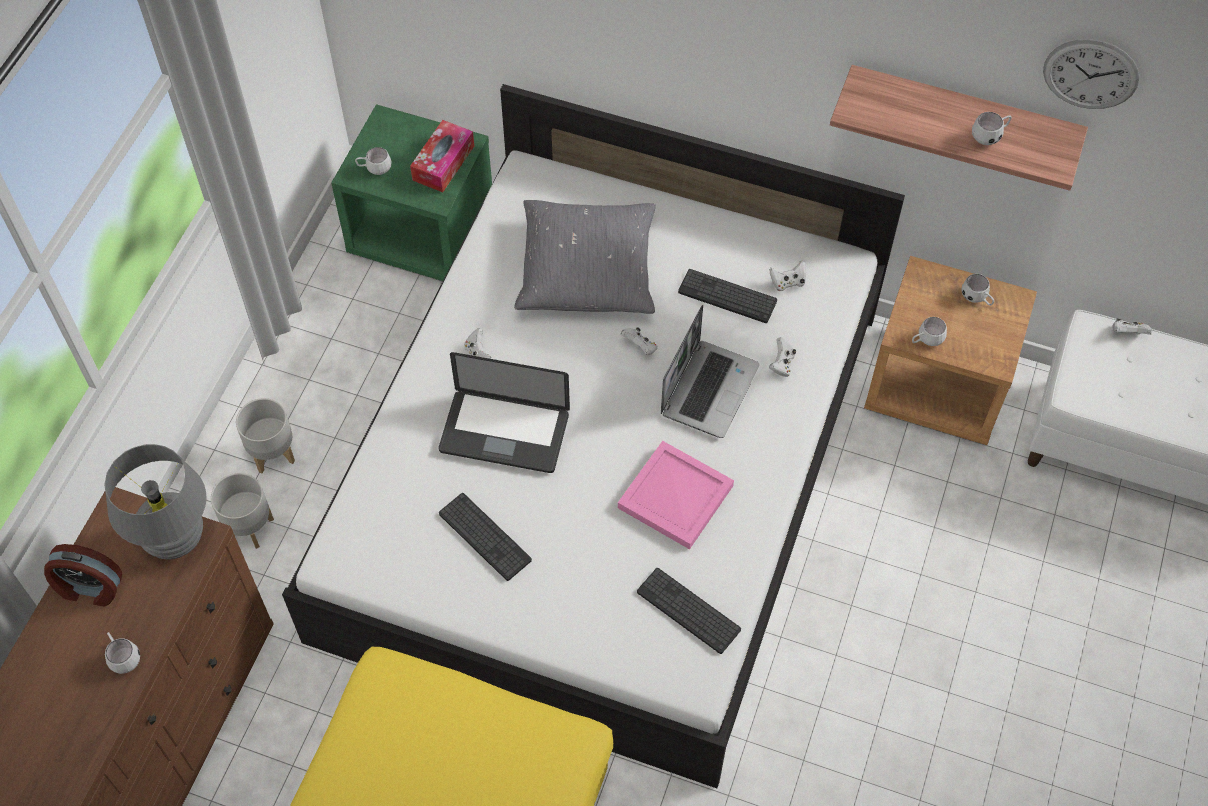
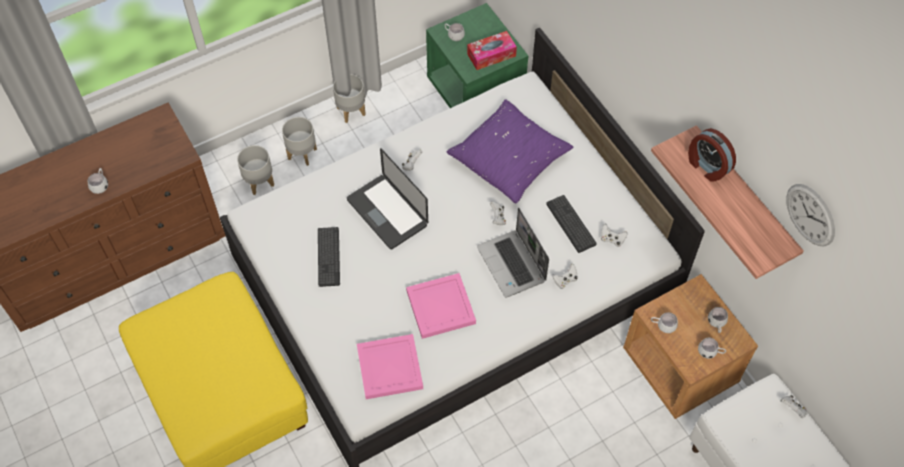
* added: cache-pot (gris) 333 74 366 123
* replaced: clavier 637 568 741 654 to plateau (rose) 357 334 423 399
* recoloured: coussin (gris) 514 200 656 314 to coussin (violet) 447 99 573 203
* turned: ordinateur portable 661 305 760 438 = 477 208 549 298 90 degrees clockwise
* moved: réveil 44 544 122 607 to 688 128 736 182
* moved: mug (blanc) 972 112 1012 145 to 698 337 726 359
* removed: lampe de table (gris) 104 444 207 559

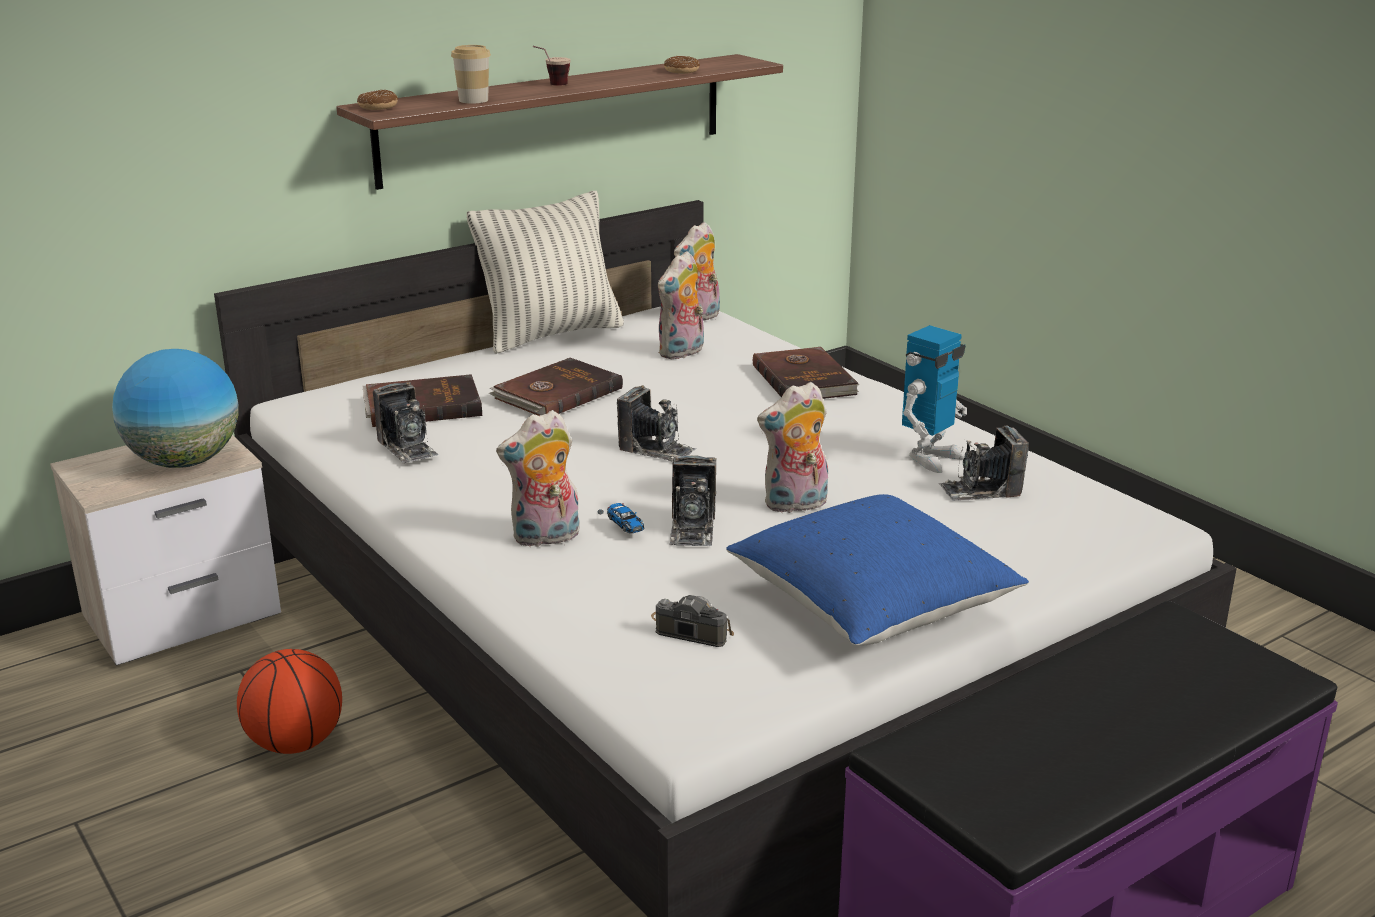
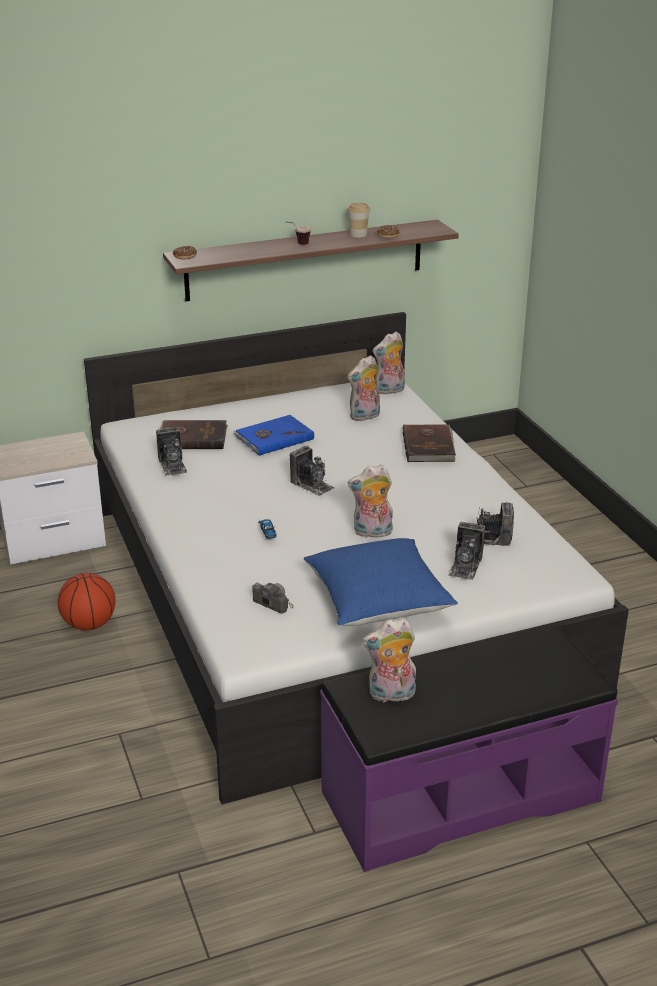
* recoloured: livre (marron) 489 358 623 416 to livre (bleu) 233 415 314 456
* moved: tasse 451 45 491 104 to 347 203 370 238
* moved: peluche 496 410 580 548 to 362 618 416 702
* moved: appareil photo 669 455 717 546 to 448 522 486 580
* removed: globe 112 349 239 468
* removed: coussin 467 191 624 354
* removed: robot jouet 902 325 967 473

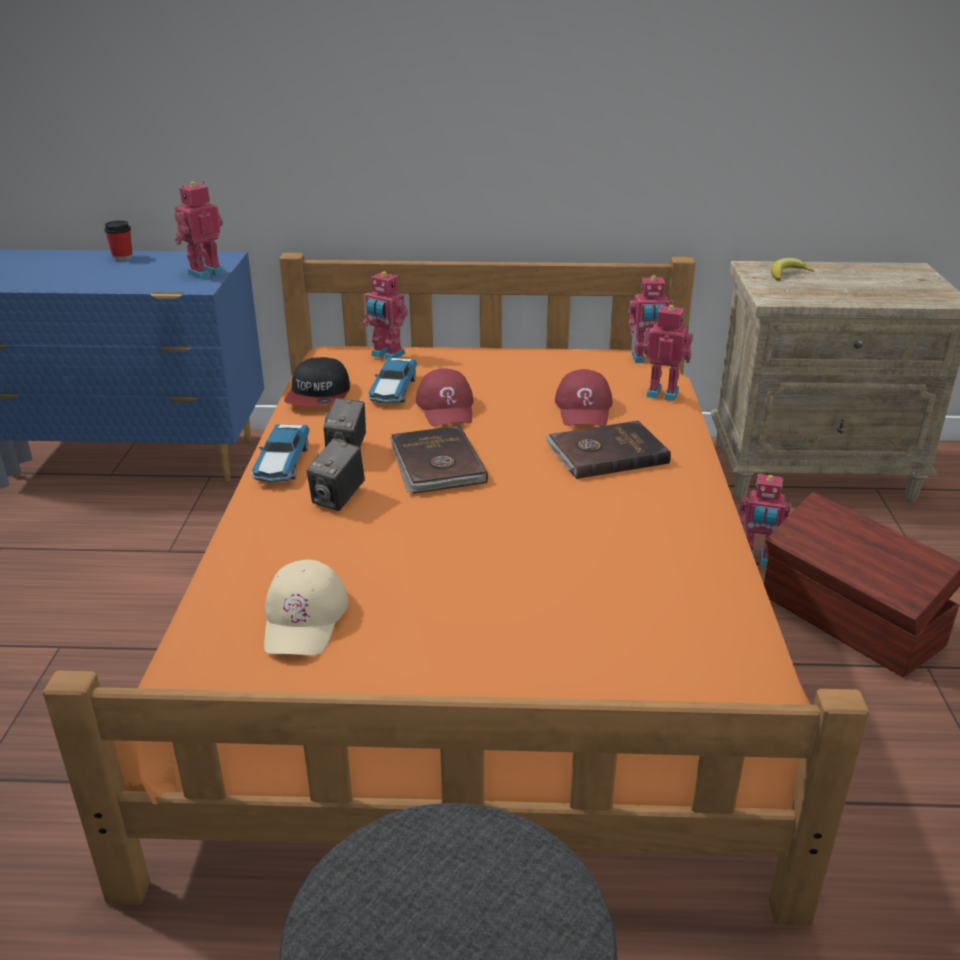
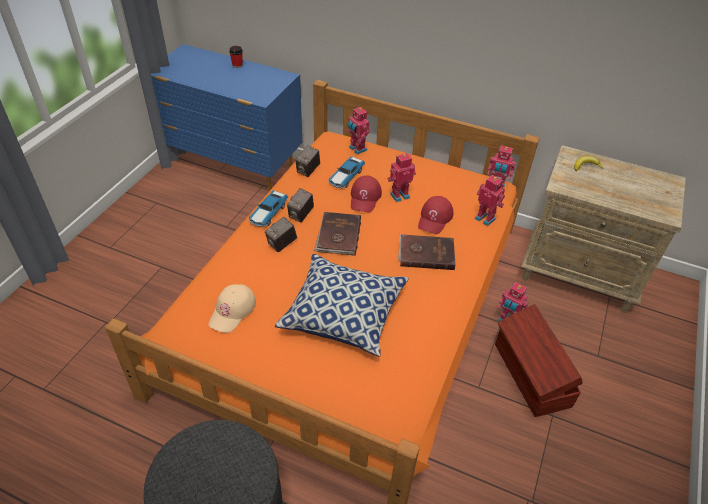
* added: coussin 275 254 409 356
* replaced: casquette 284 357 350 406 to appareil photo 295 145 320 177
* moved: robot jouet 175 181 225 279 to 388 153 416 202

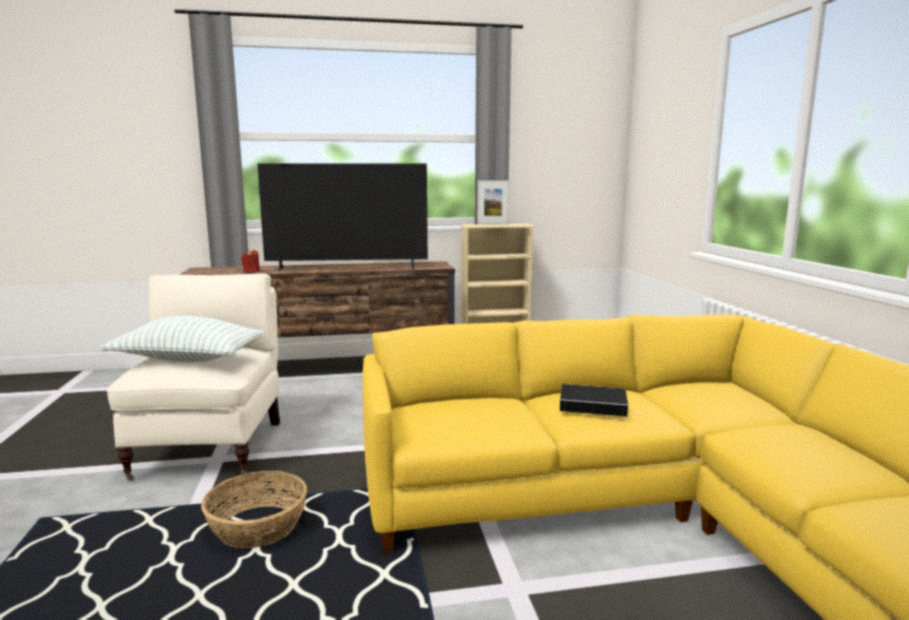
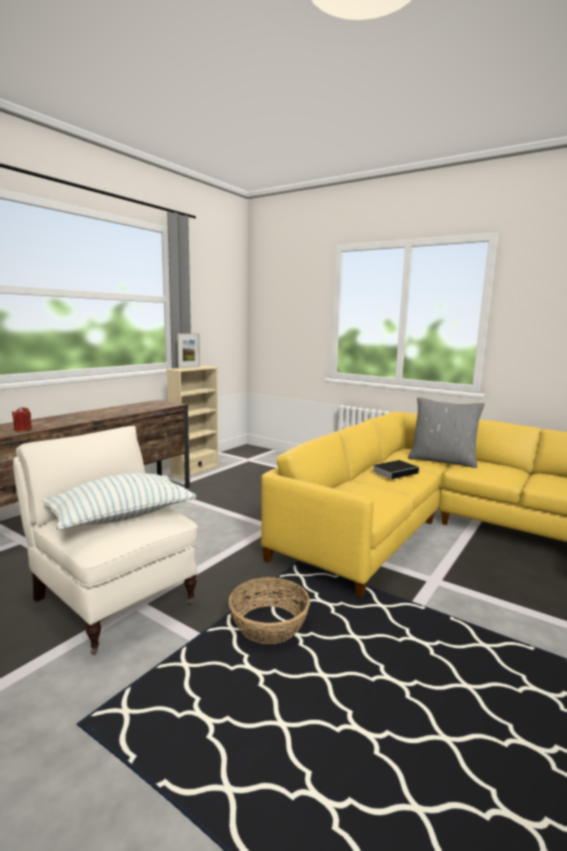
* added: coussin (gris) 408 397 485 468
* removed: téléviseur 257 163 428 271

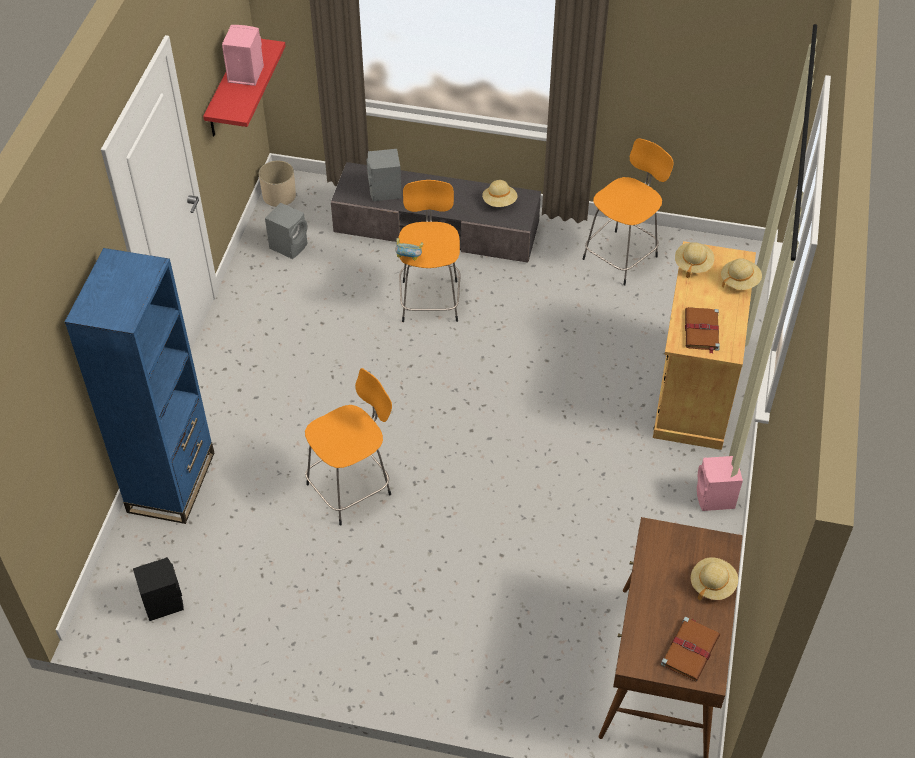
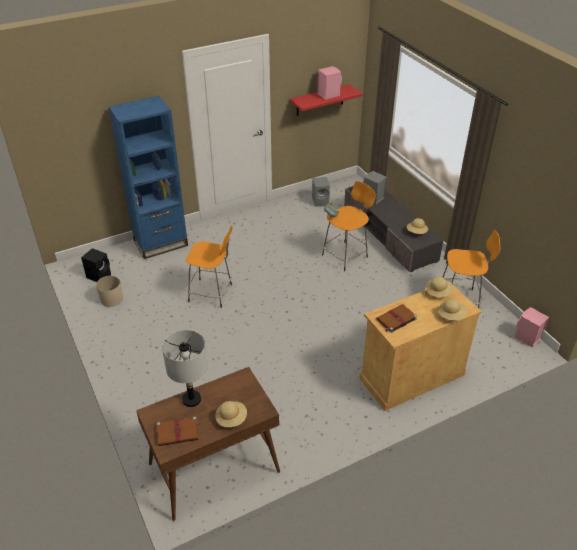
* moved: cache-pot (beige) 259 161 296 207 to 96 276 123 307
* added: lampe de table (gris) 162 330 208 407
* moved: enceinte (rose) 697 456 743 511 to 515 307 549 347

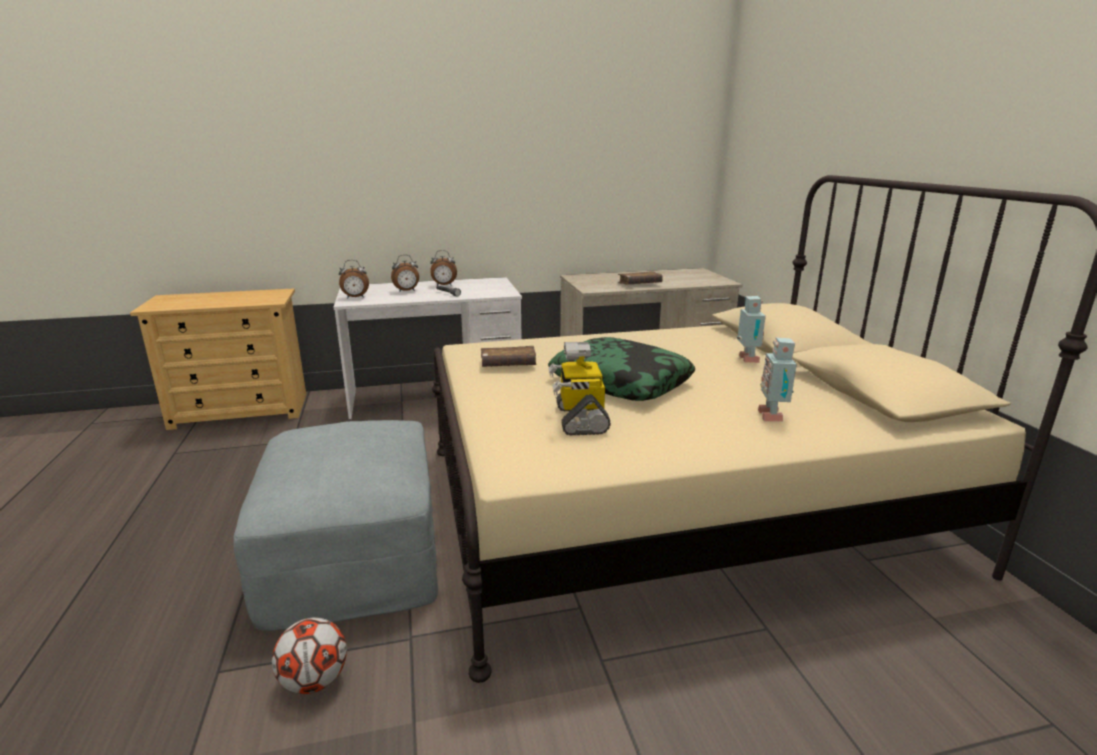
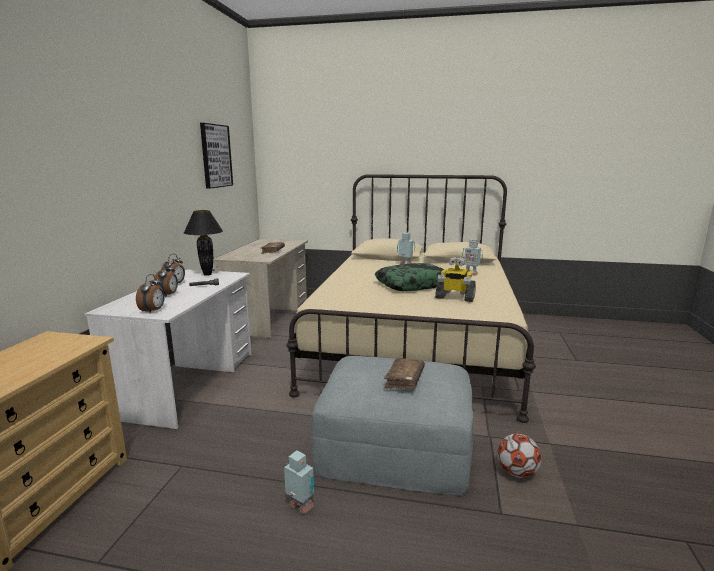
* added: lampe de table (noir) 184 210 223 276
* added: tableau 200 123 233 189
* added: robot jouet 284 450 314 514
* moved: livre (marron) 481 346 537 367 to 384 358 425 389

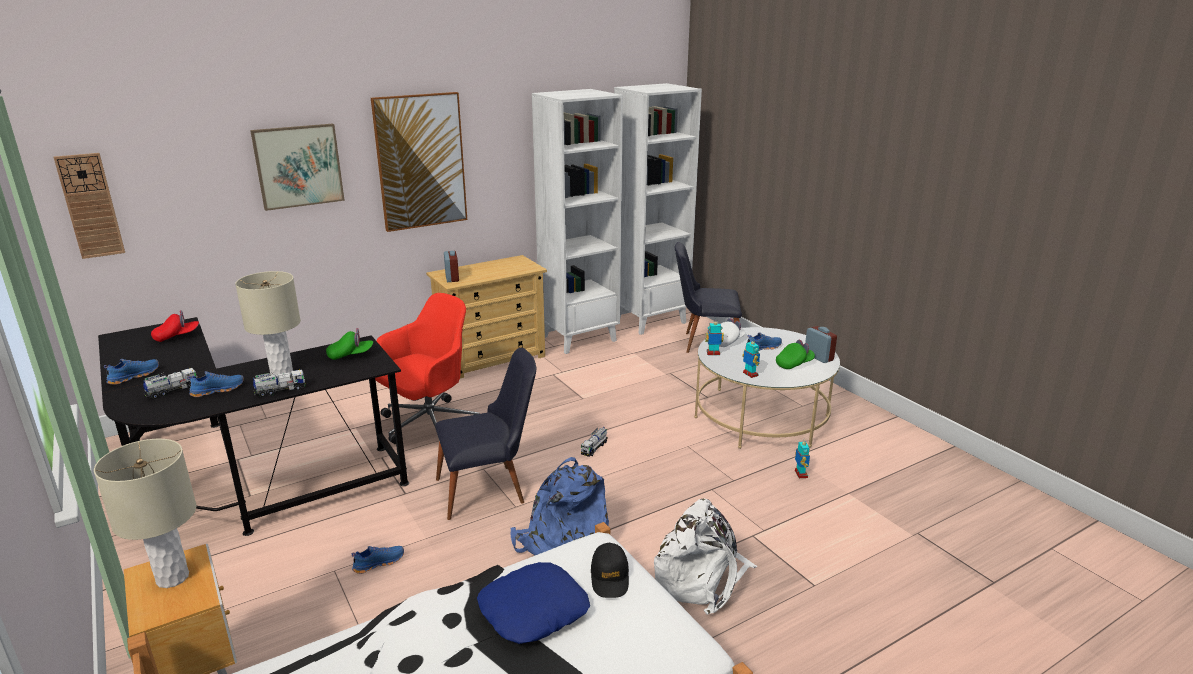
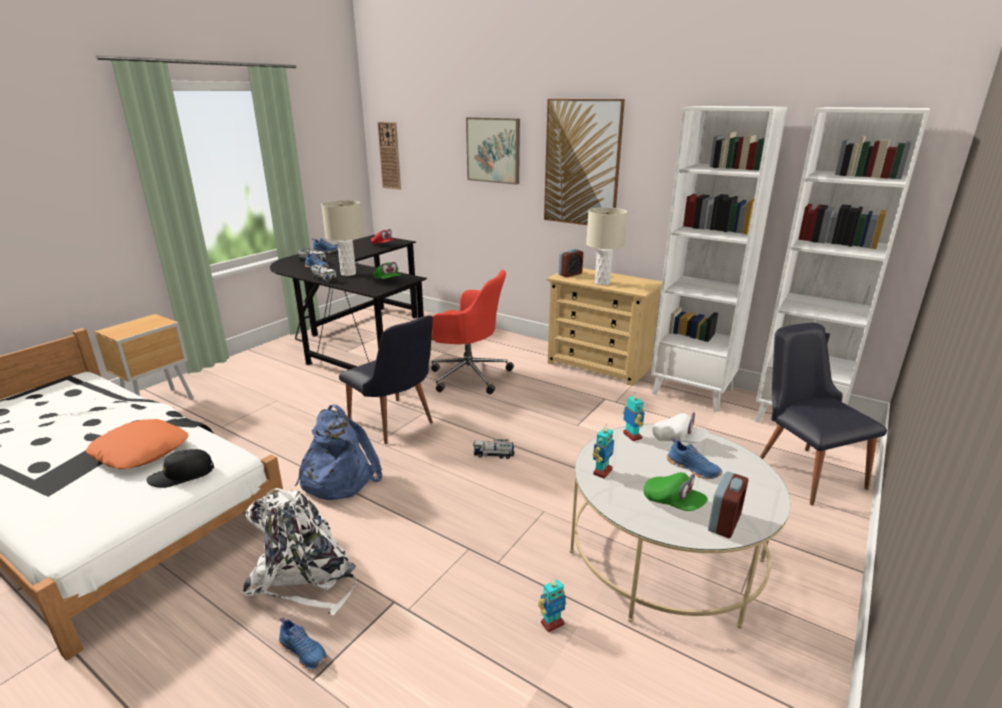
* recoloured: coussin (bleu) 477 562 590 644 to coussin (orange) 86 419 188 469
* moved: chaussure (bleu) 352 546 404 574 to 279 617 327 670
* moved: lampe de table (beige) 94 439 197 588 to 586 207 627 285

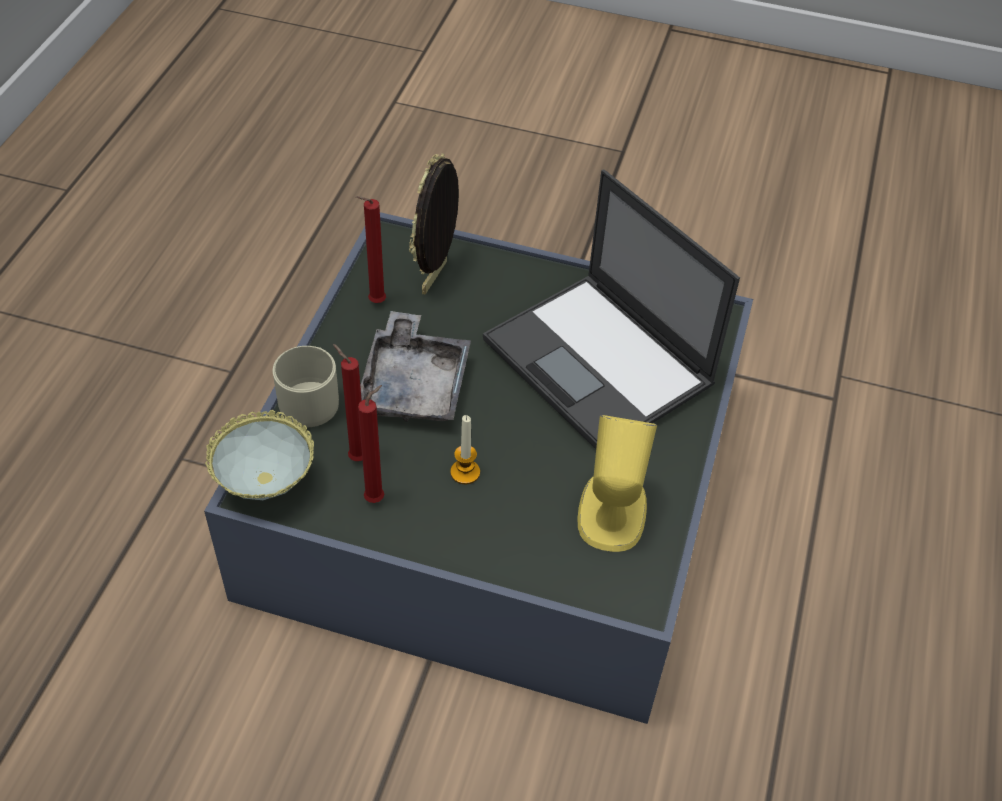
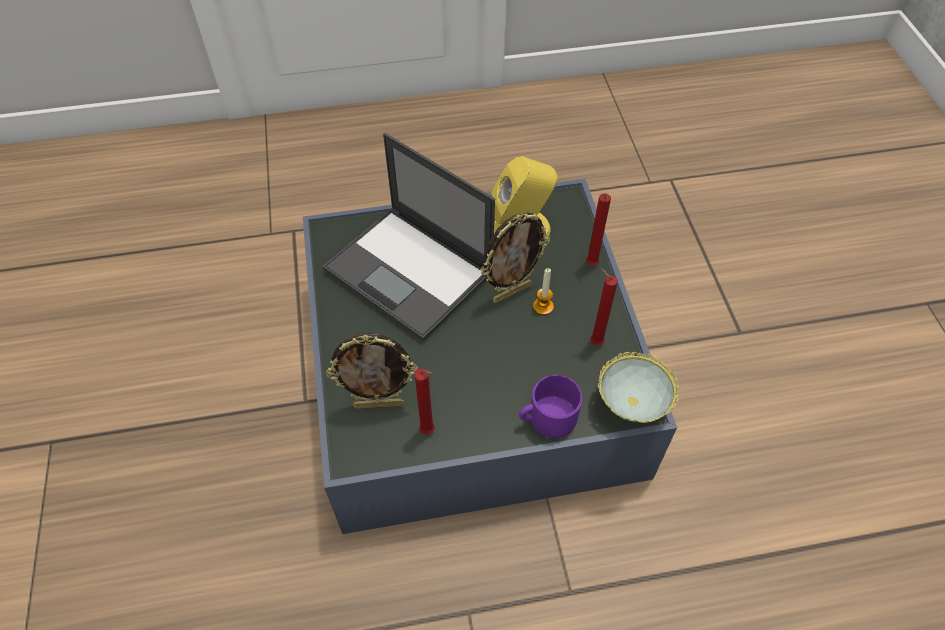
* turned: ordinateur portable 483 170 740 449 = 323 133 495 341 105 degrees clockwise
* added: cadre photo 481 212 550 303
* recoloured: mug (beige) 273 346 339 427 to mug (violet) 519 375 582 438
* moved: bougie (rouge) 333 344 363 461 to 586 193 611 265
* removed: plateau (gris) 360 311 471 422

